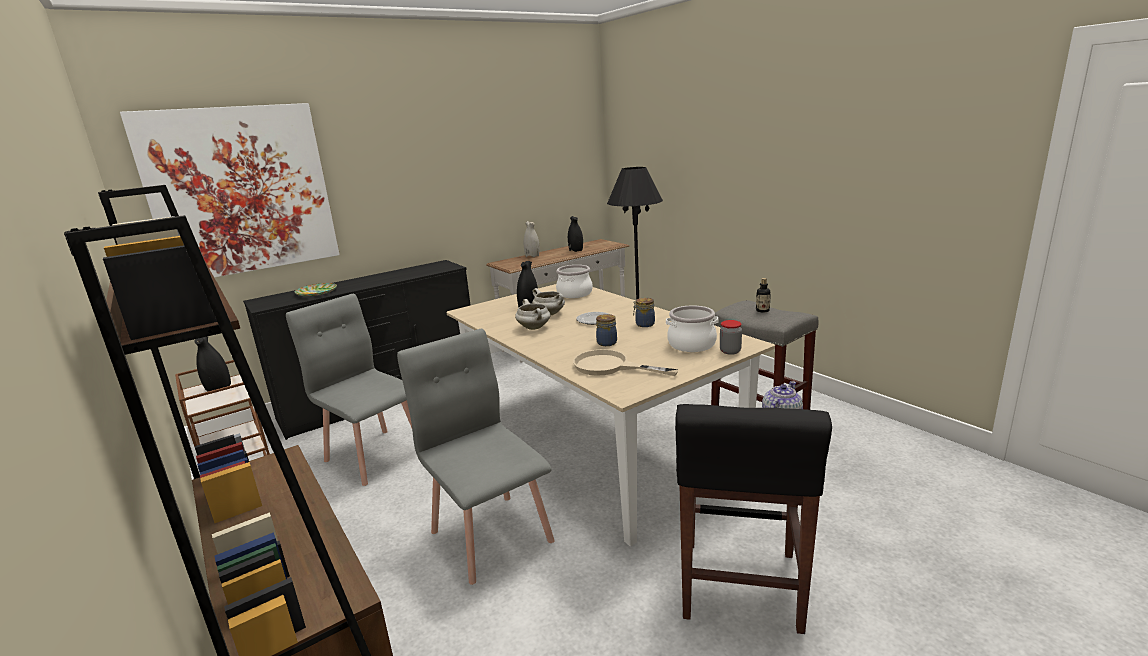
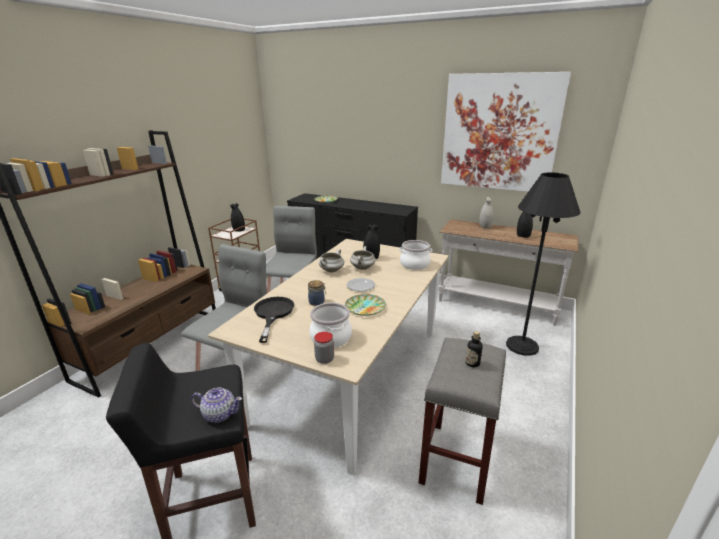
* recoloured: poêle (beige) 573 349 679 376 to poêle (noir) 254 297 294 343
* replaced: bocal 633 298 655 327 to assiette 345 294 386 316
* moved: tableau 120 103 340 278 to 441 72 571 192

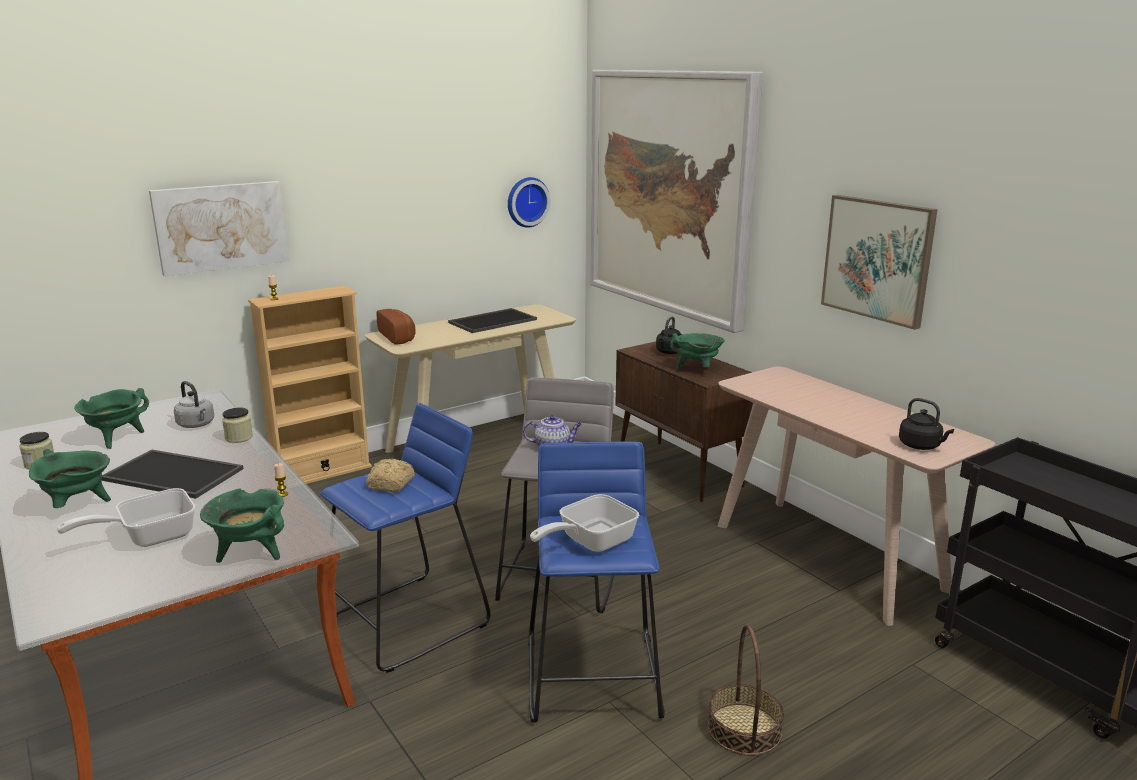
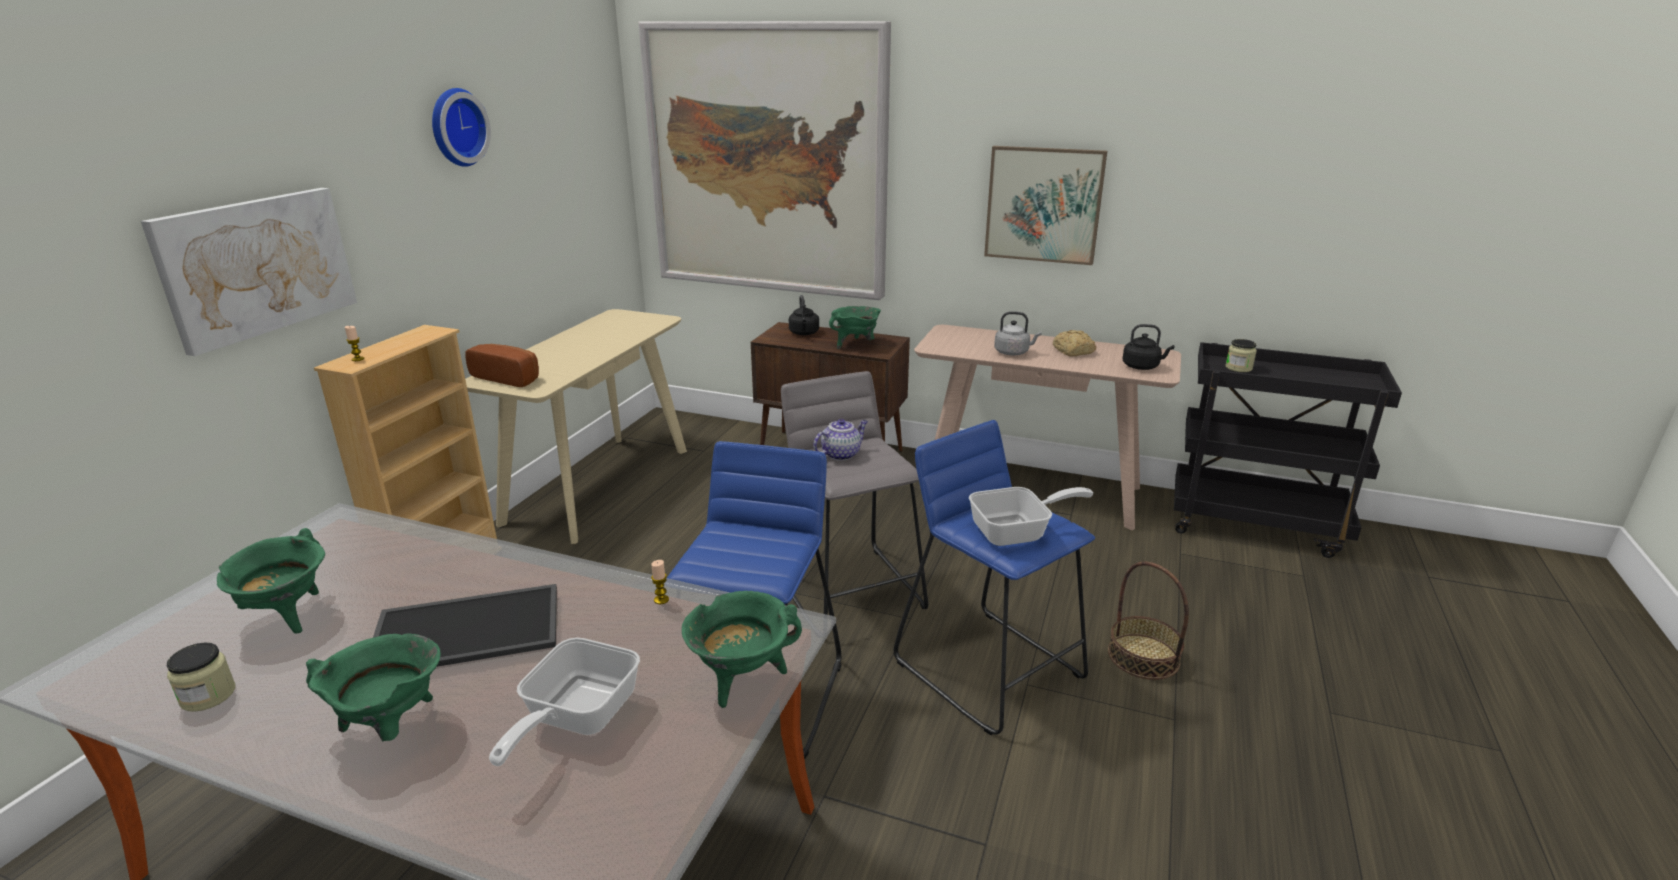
* moved: horloge murale 508 177 550 228 to 432 88 491 167
* turned: poêle 530 494 639 552 = 969 487 1093 546 120 degrees counterclockwise
* moved: bouilloire (gris) 174 381 214 428 to 994 311 1042 355
* moved: pain 366 459 415 492 to 1053 330 1096 357
* moved: bocal 222 408 253 443 to 1226 339 1257 372
* removed: plateau 448 308 537 333

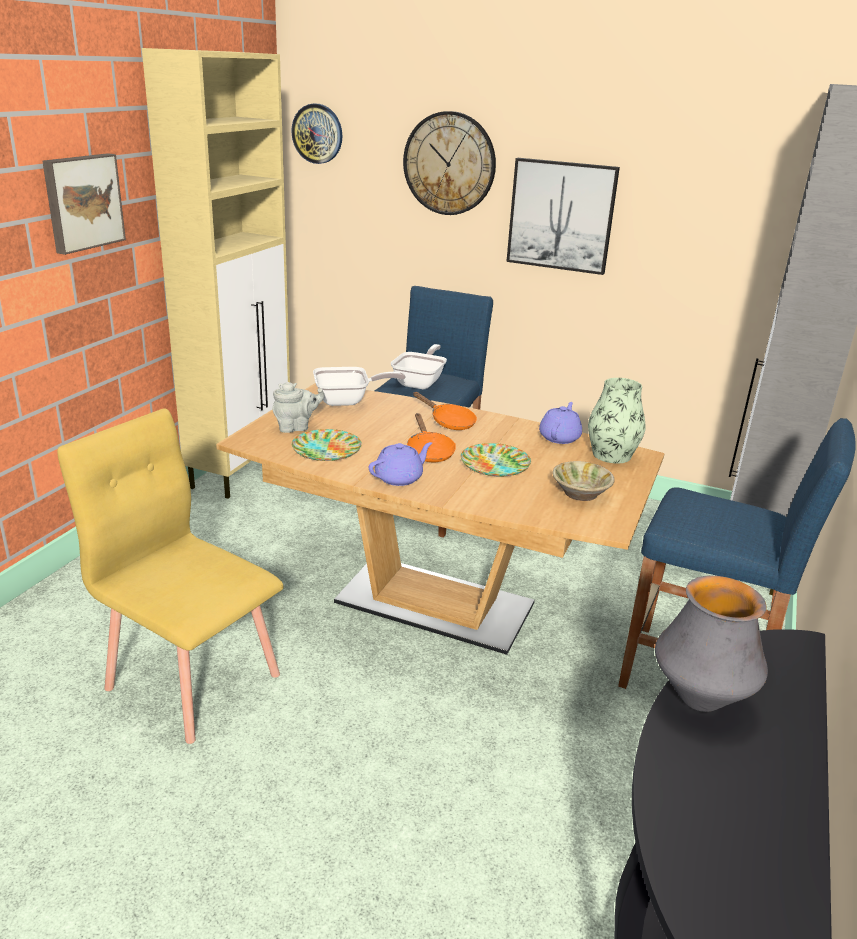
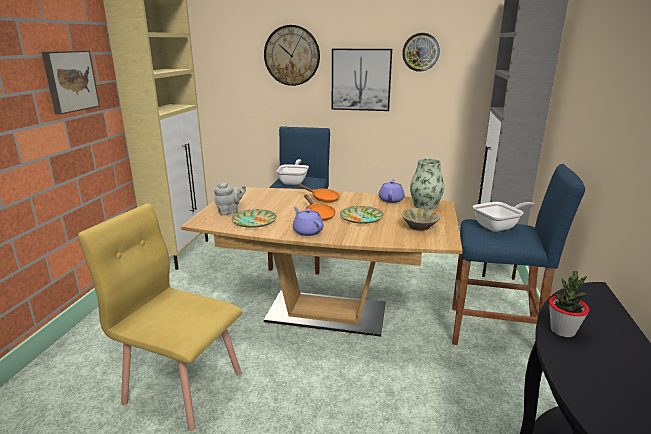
* turned: théière (violet) 369 442 432 486 = 293 207 324 236 75 degrees counterclockwise
* moved: horloge murale 291 103 342 164 to 402 33 440 72
* moved: poêle 313 367 406 406 to 473 202 535 232
* replaced: vase 655 576 768 712 to plante en pot 549 271 589 337

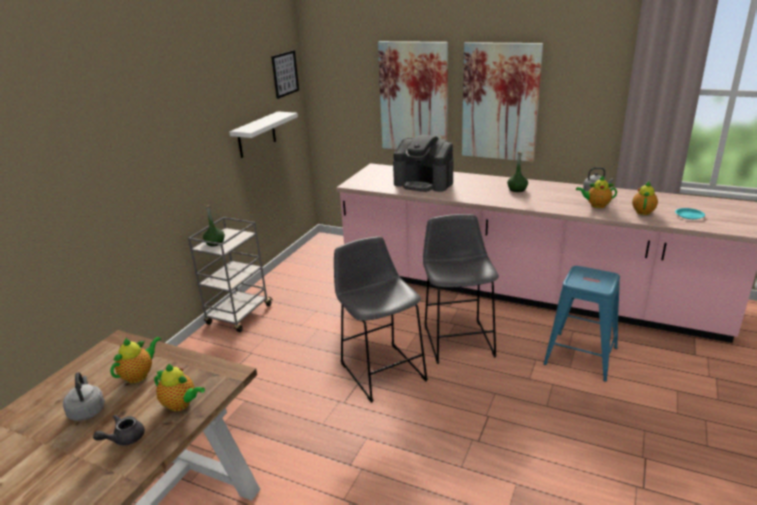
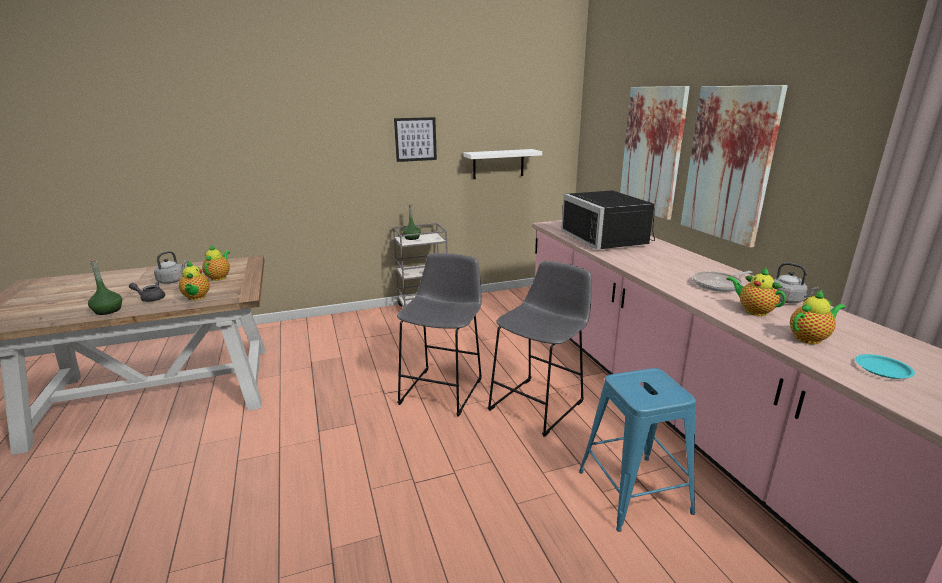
* moved: bouteille (vert) 507 152 528 192 to 88 259 122 315
* turned: théière 110 336 161 383 = 202 245 230 281 75 degrees counterclockwise
* moved: tableau 271 50 299 99 to 394 117 437 162
* replaced: machine à café 393 135 453 192 to micro-ondes (noir) 561 190 655 250
* added: poêle 693 271 752 292

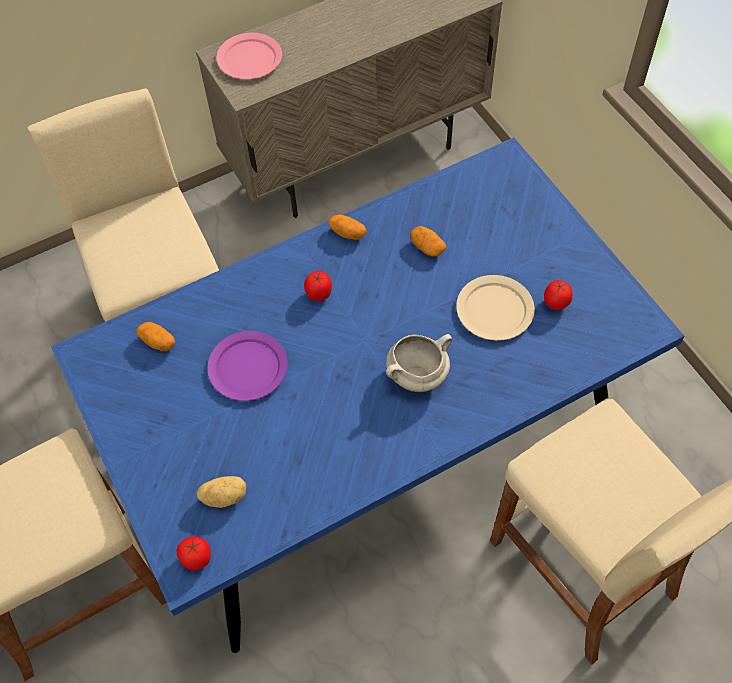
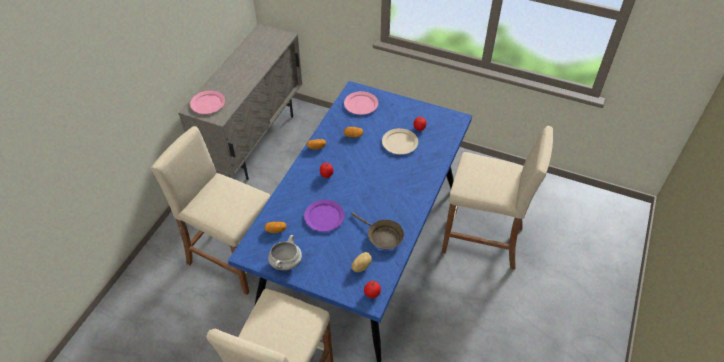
* moved: marmite (blanc) 386 334 452 392 to 268 235 302 270
* added: assiette (rose) 344 91 378 115
* added: poêle (marron) 351 212 404 250

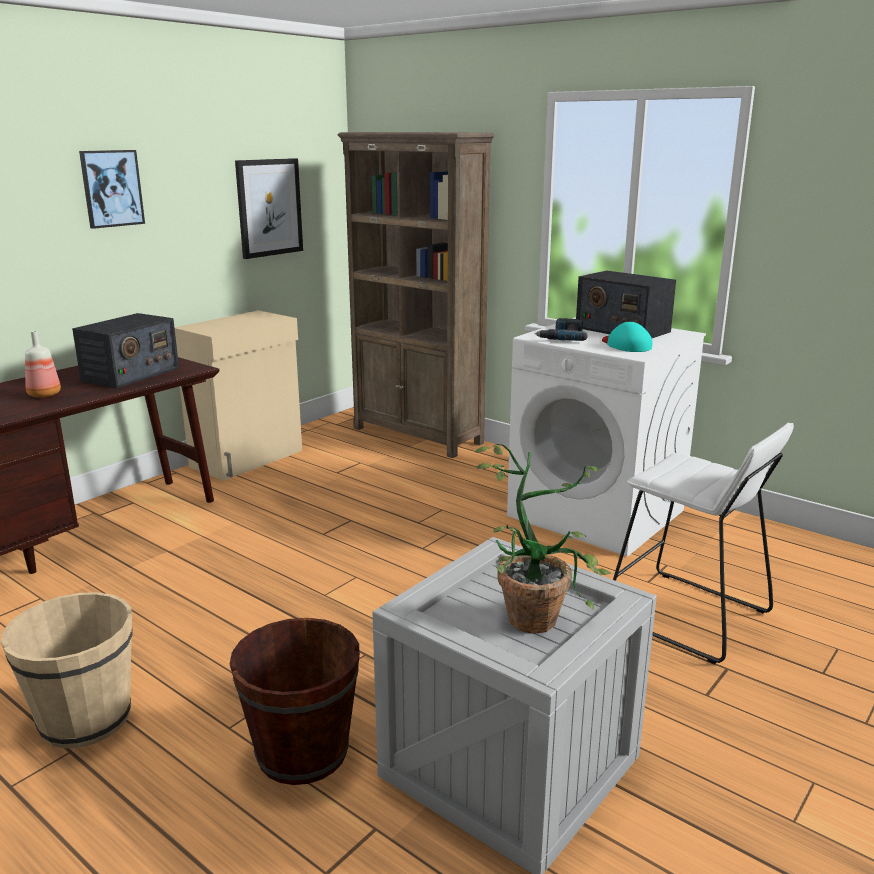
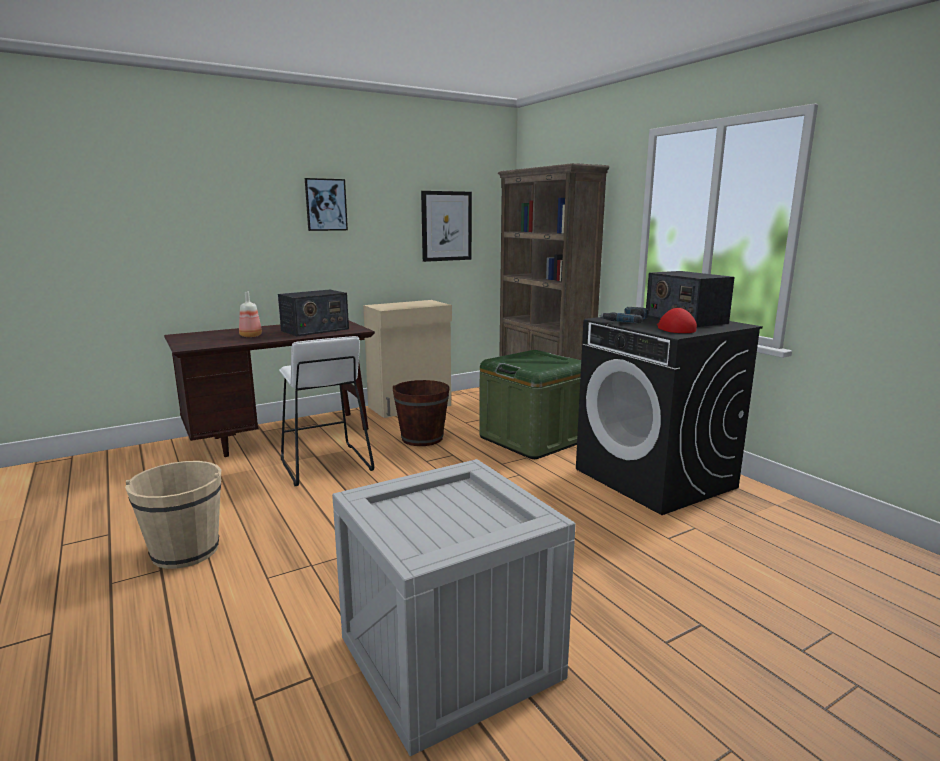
* moved: tabouret (blanc) 613 423 794 664 to 279 336 374 486
* moved: seau (marron) 230 618 360 785 to 393 380 450 446
* added: boîte de rangement (vert) 479 350 581 459
* recoloured: lave-linge (blanc) 507 317 706 556 to lave-linge (noir) 576 317 763 515
* recoloured: casquette (turquoise) 602 322 652 352 to casquette (rouge) 657 308 697 333
* removed: plante en pot 475 444 611 634

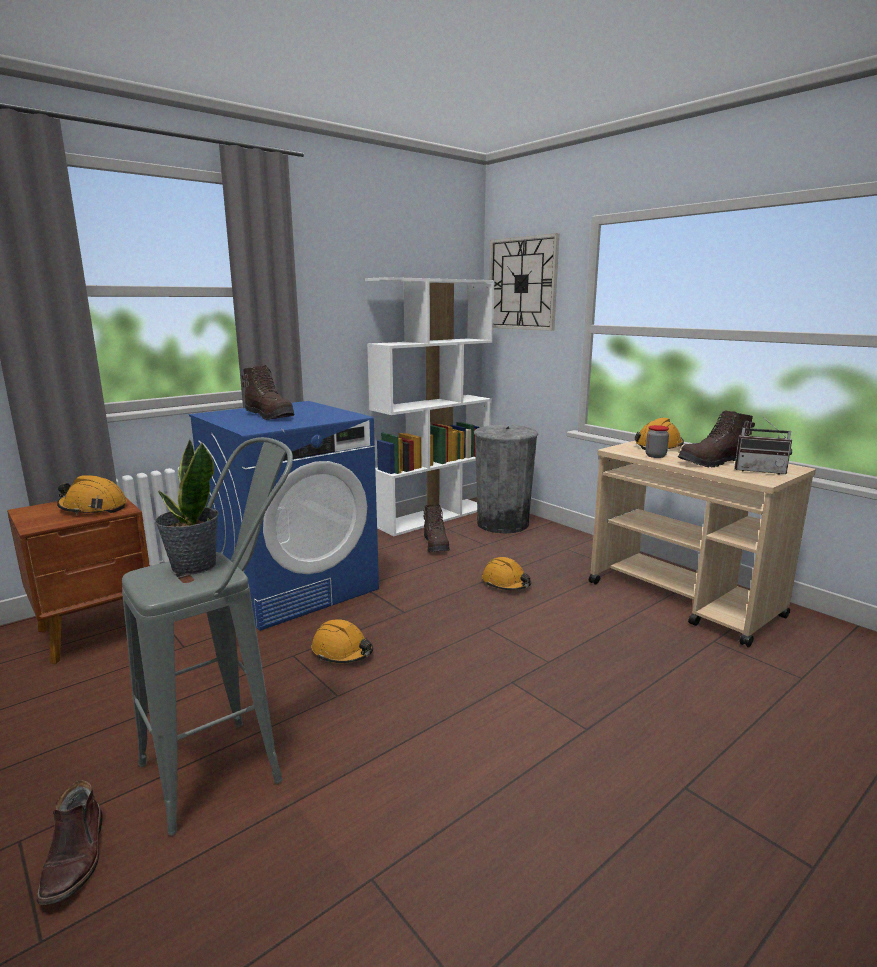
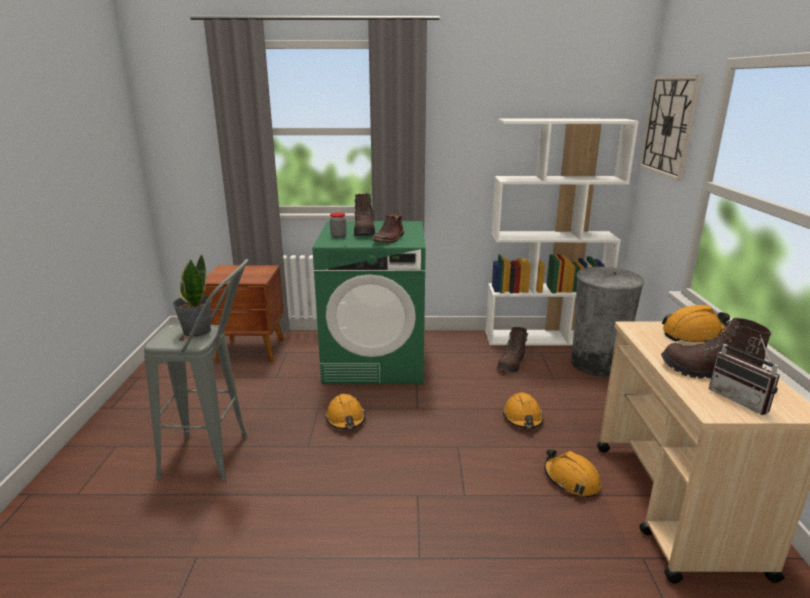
* recoloured: lave-linge (bleu) 189 401 379 631 to lave-linge (vert) 312 221 426 384
* moved: bocal 646 425 669 458 to 330 212 346 238
* moved: botte (marron) 37 780 103 905 to 371 213 404 243
* moved: casque de chantier (orange) 57 475 127 515 to 544 449 601 498

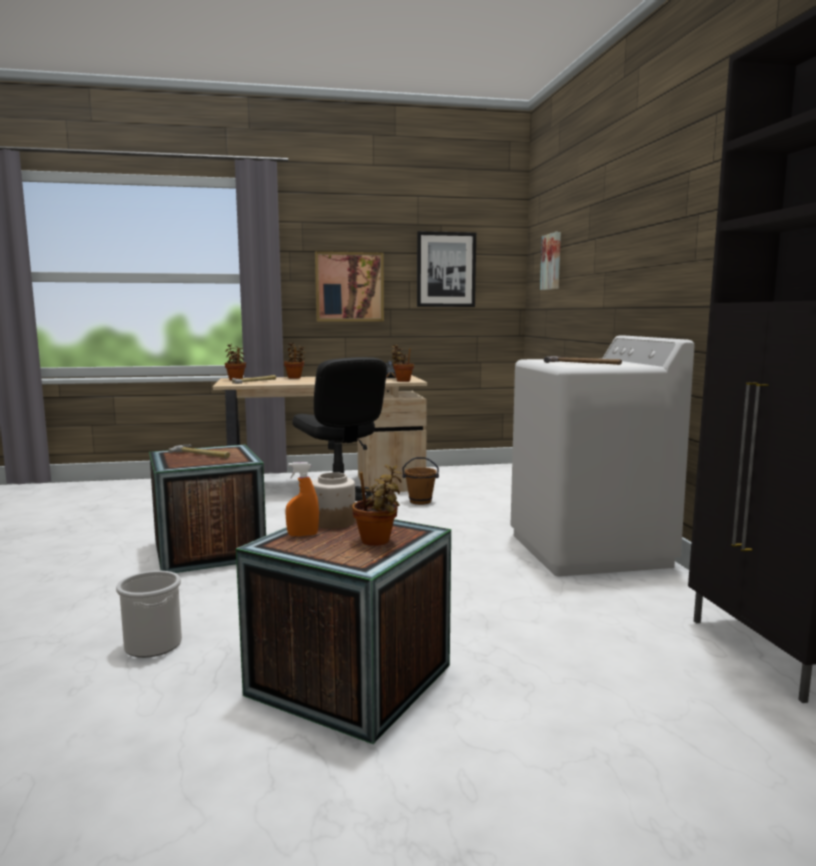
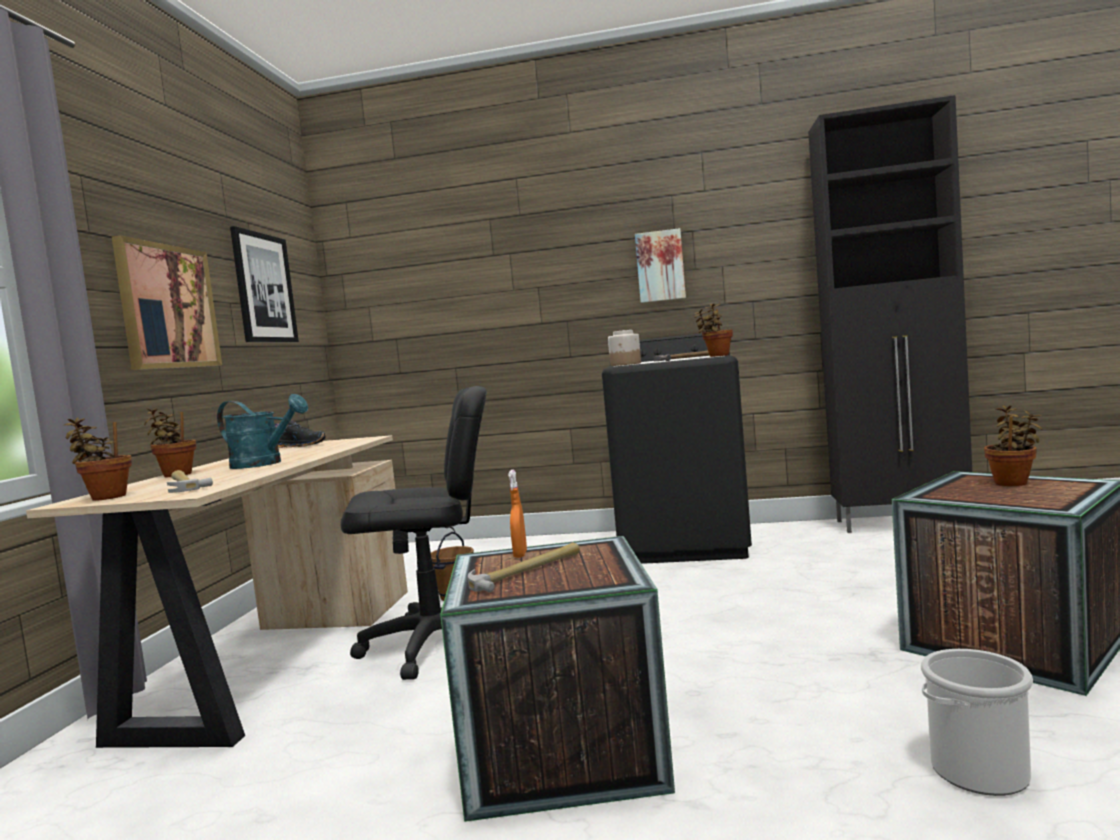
* added: arrosoir (turquoise) 217 394 308 469
* moved: vaporisateur (orange) 285 462 319 536 to 508 470 527 558
* recoloured: lave-linge (blanc) 511 336 695 576 to lave-linge (noir) 602 334 752 564
* moved: bocal 312 472 355 529 to 608 330 641 366
* moved: tableau 540 232 561 290 to 635 228 686 303
* moved: plante en pot 391 344 414 382 to 694 303 733 357

